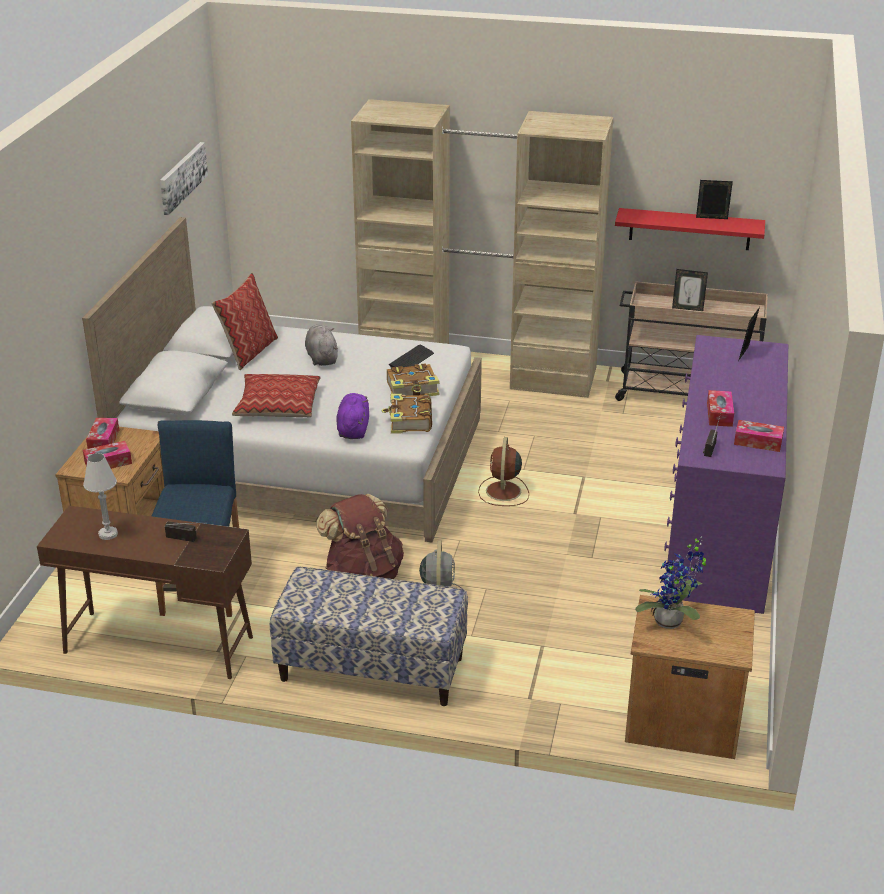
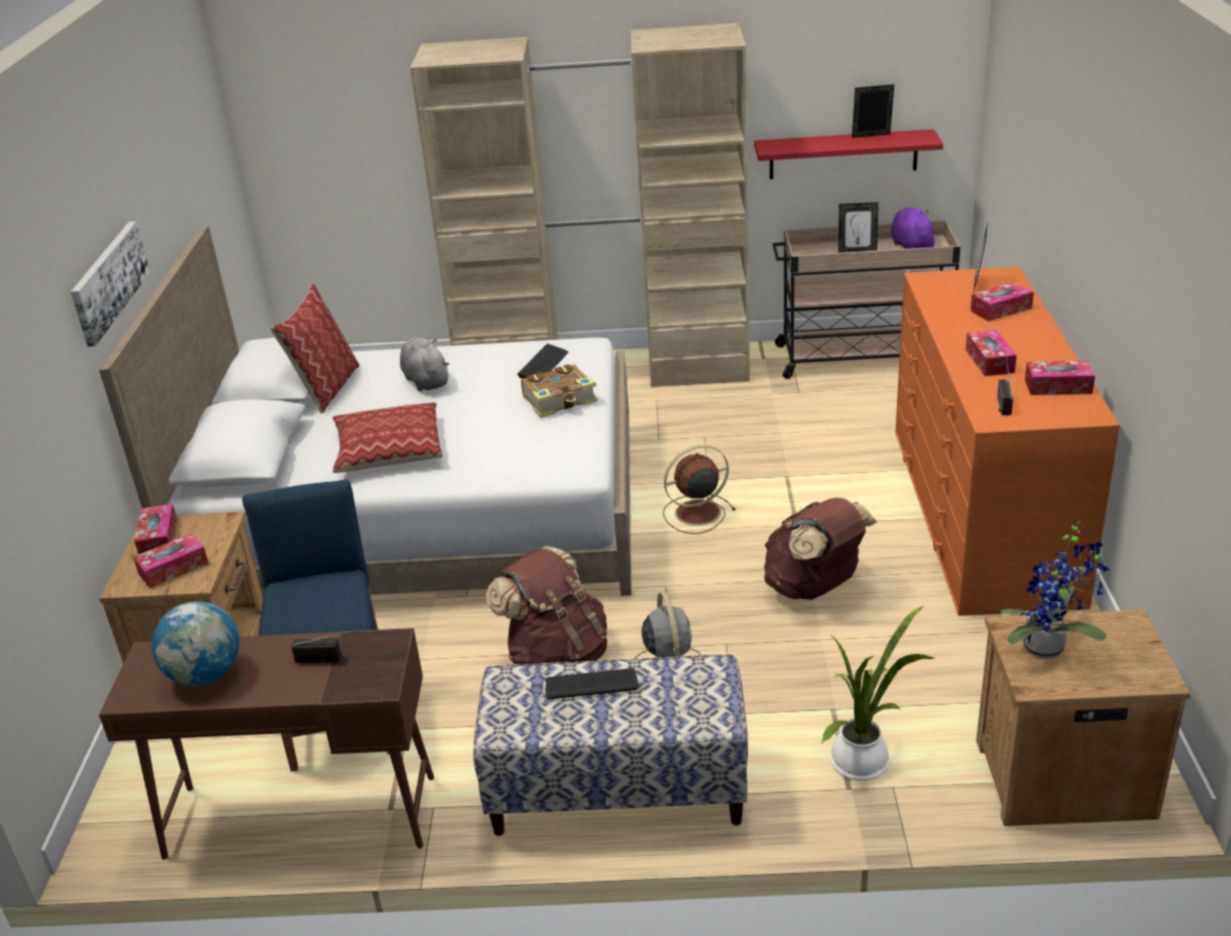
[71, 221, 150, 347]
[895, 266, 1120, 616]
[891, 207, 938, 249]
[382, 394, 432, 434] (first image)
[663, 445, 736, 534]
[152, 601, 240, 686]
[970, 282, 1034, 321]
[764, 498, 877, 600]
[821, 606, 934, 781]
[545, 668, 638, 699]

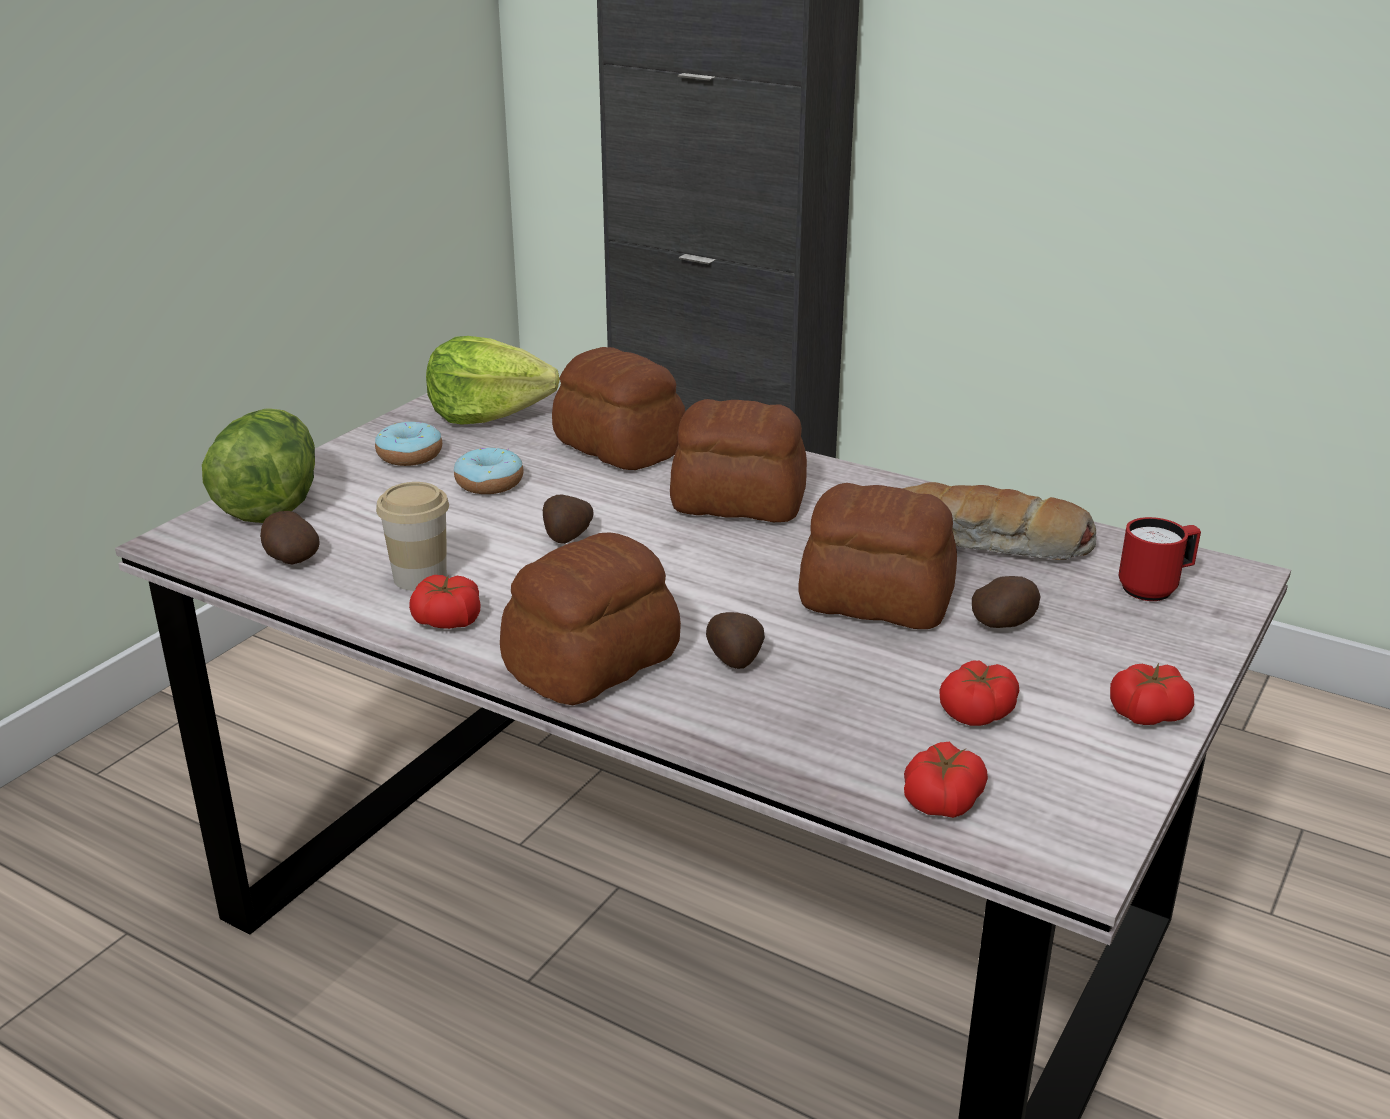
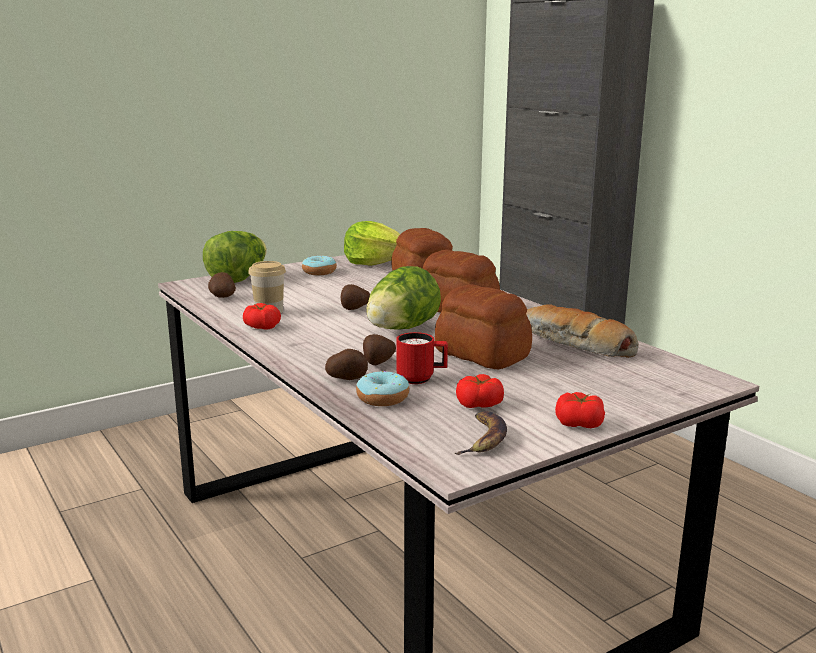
[356, 371, 409, 406]
[396, 332, 448, 384]
[500, 532, 681, 705] (first image)
[325, 349, 368, 380]
[904, 742, 988, 818] (first image)
[366, 266, 441, 330]
[455, 411, 507, 455]

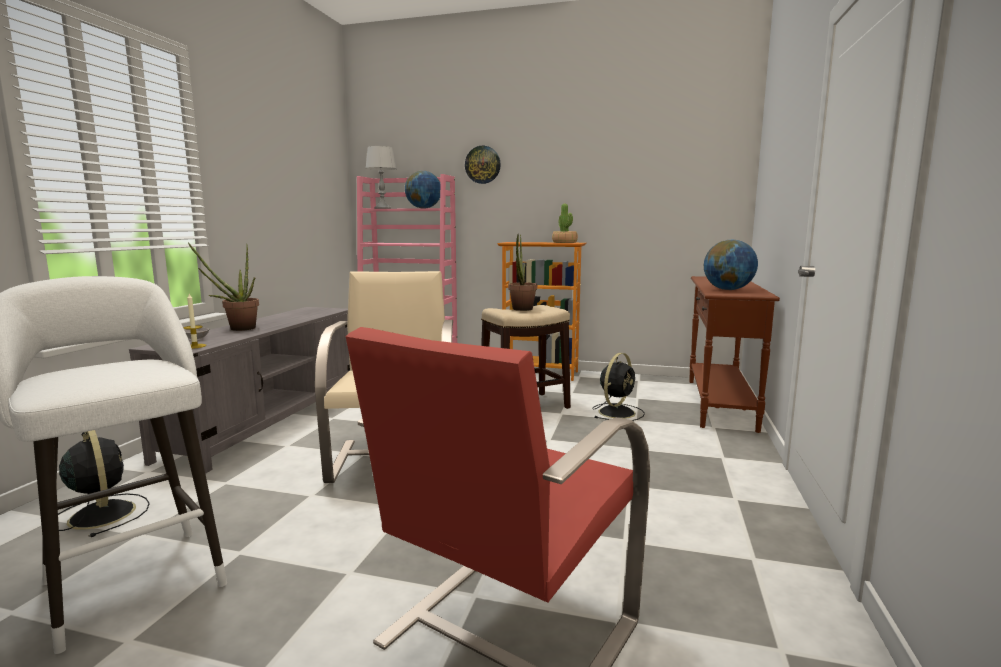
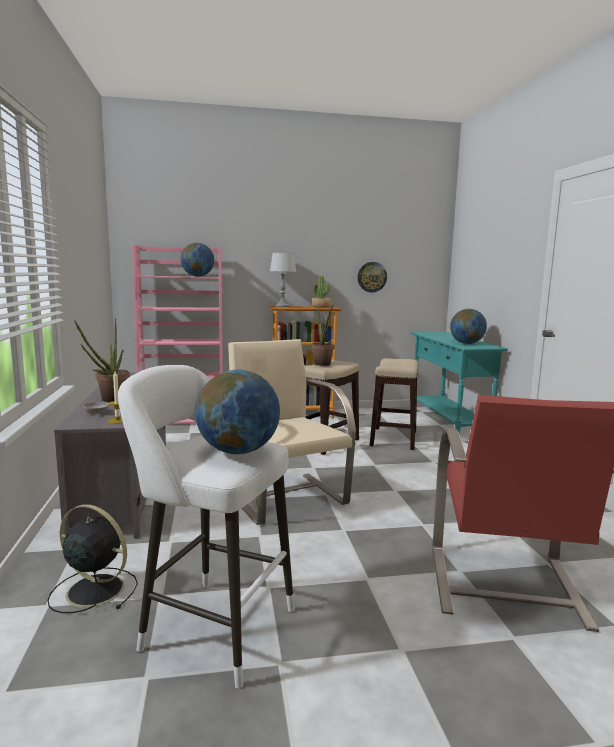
[270, 253, 296, 307]
[358, 262, 387, 292]
[411, 332, 508, 433]
[370, 358, 418, 450]
[195, 370, 280, 454]

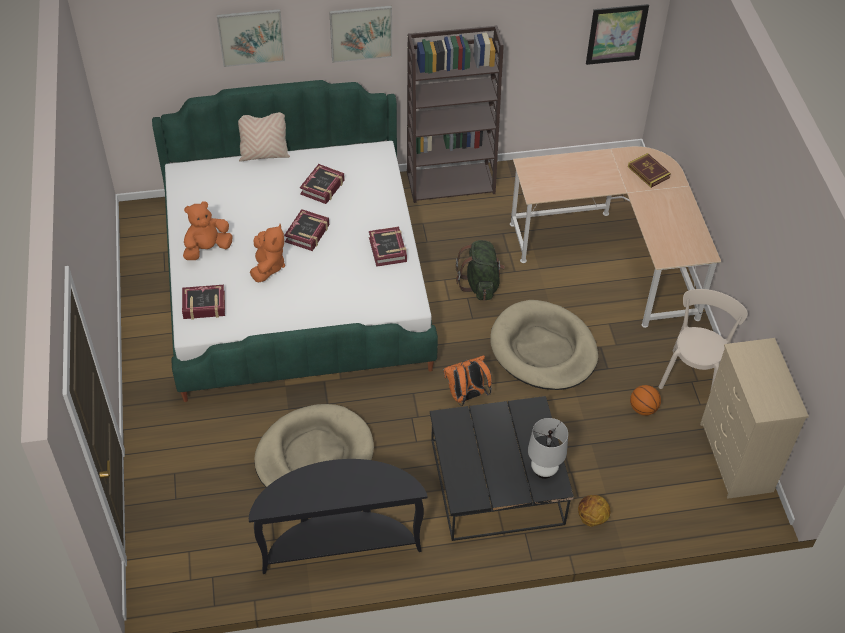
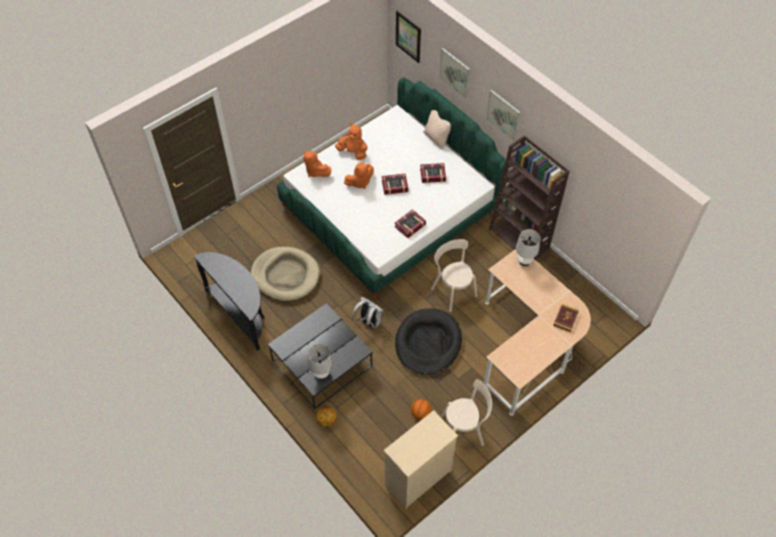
[396, 11, 421, 63]
[431, 239, 478, 312]
[303, 150, 331, 177]
[395, 308, 462, 375]
[352, 296, 384, 330]
[516, 229, 541, 266]

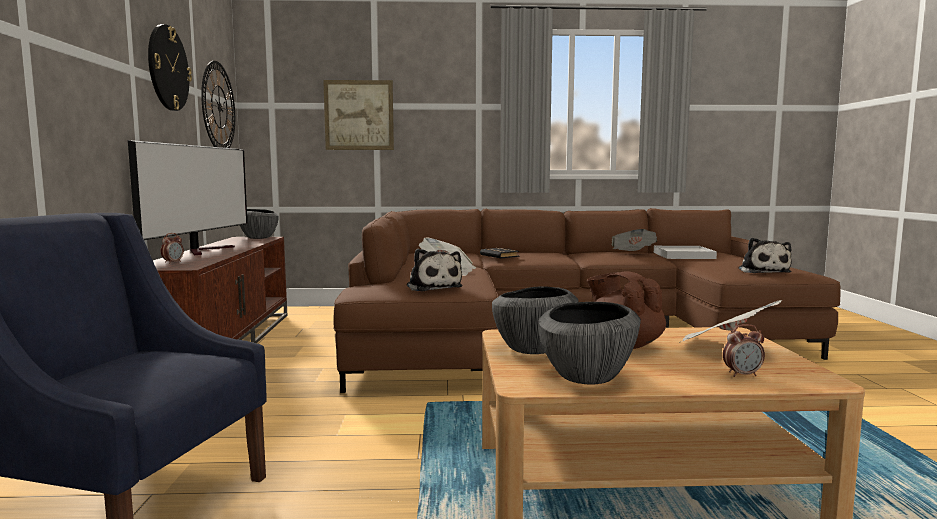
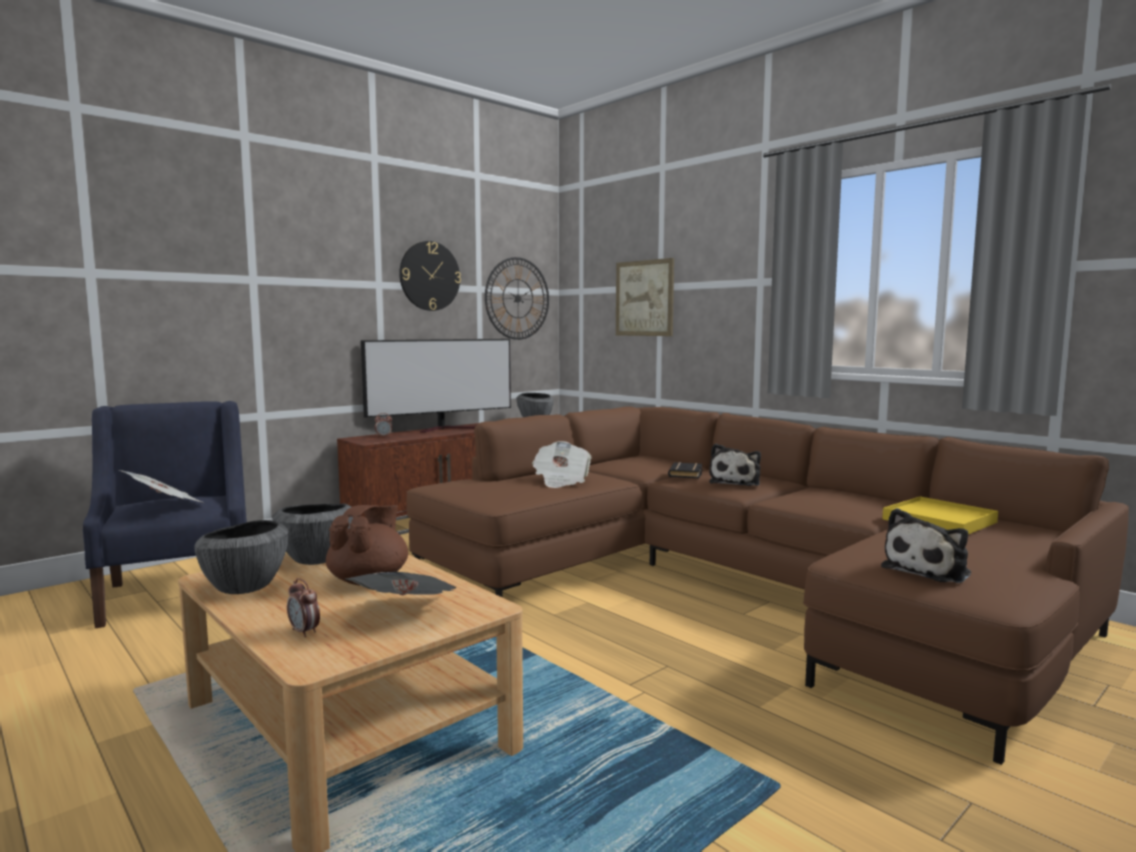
[119, 470, 205, 503]
[882, 496, 998, 534]
[709, 444, 761, 486]

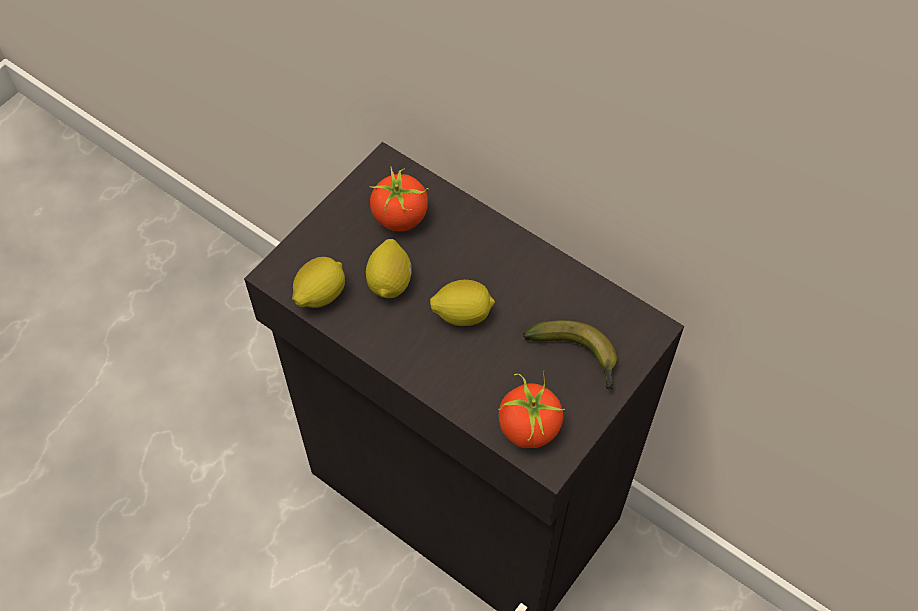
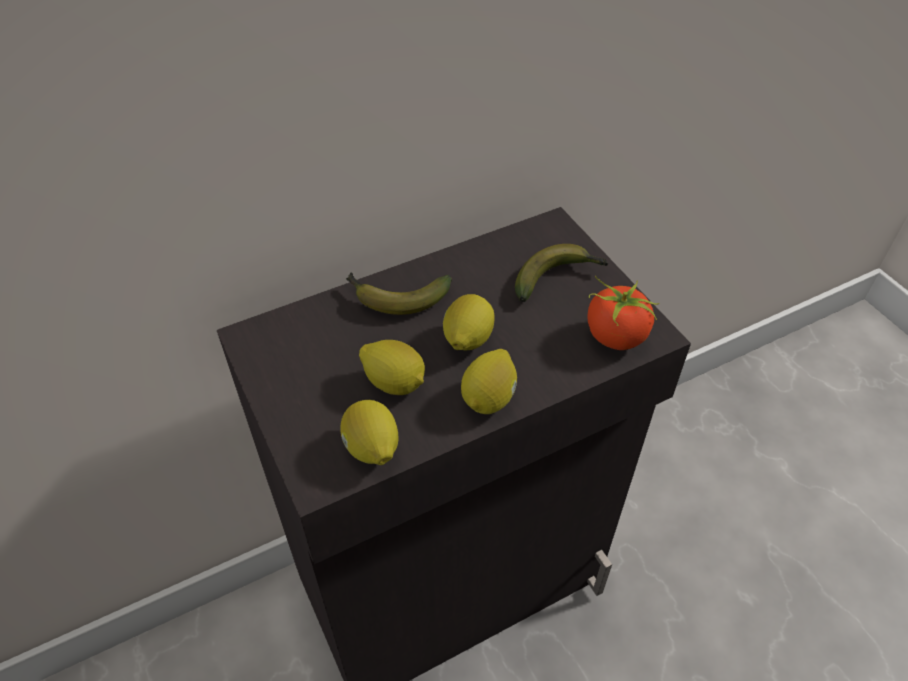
[369, 166, 428, 231] (first image)
[346, 272, 452, 315]
[461, 349, 517, 414]

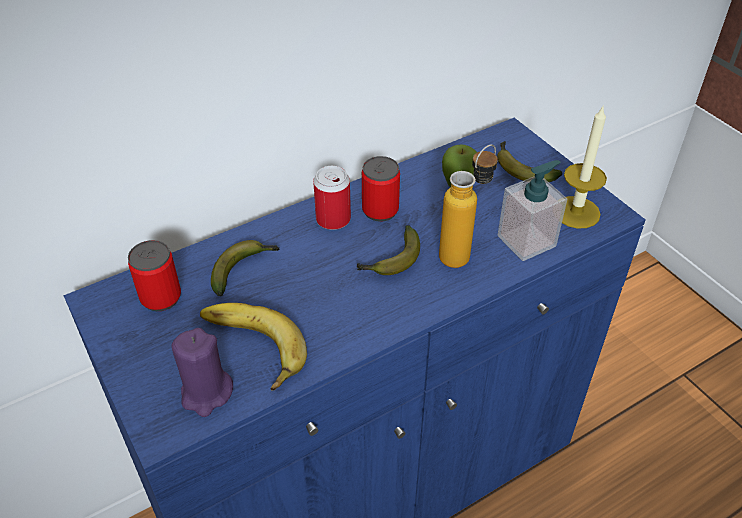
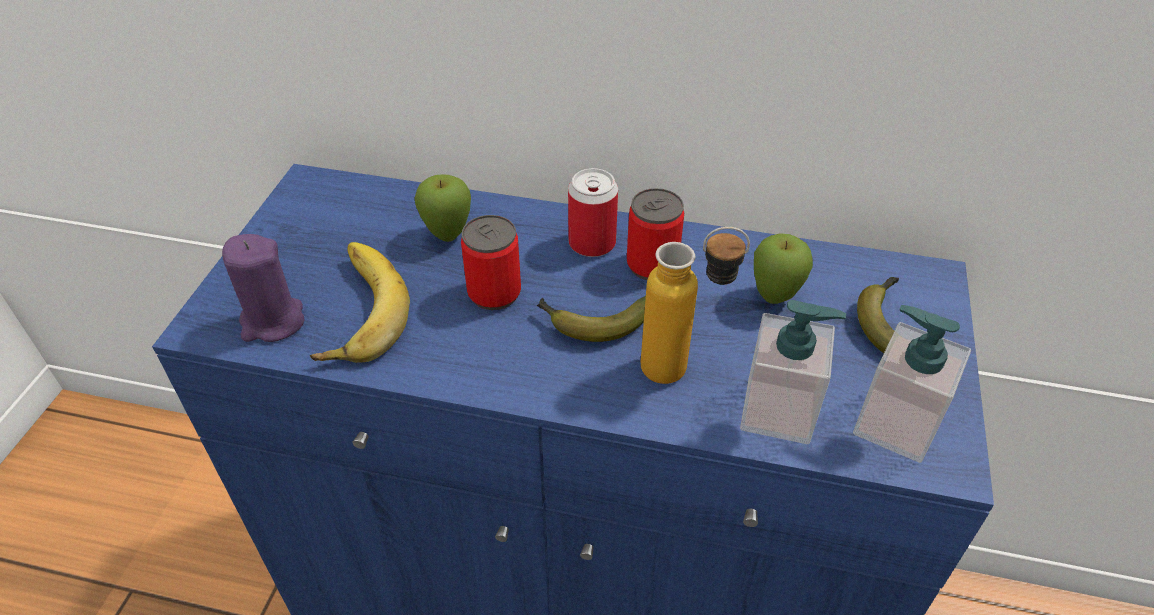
[853, 305, 971, 463]
[461, 215, 521, 310]
[414, 174, 471, 242]

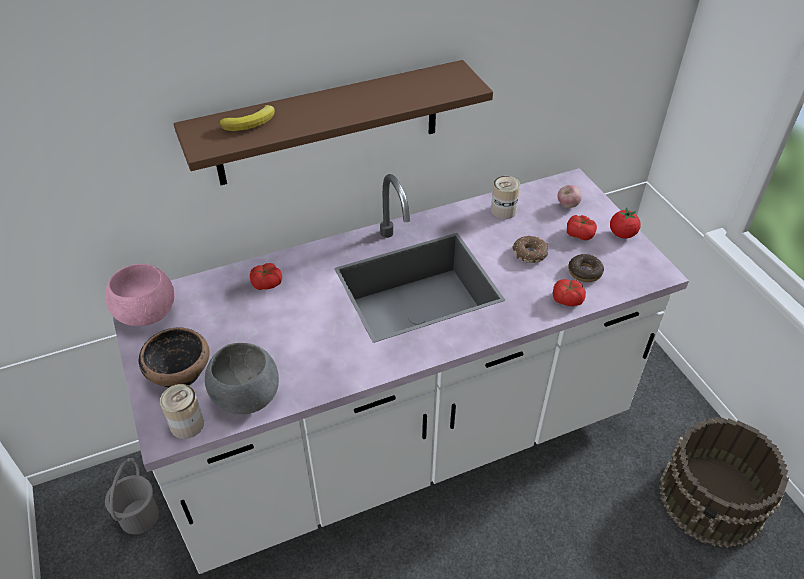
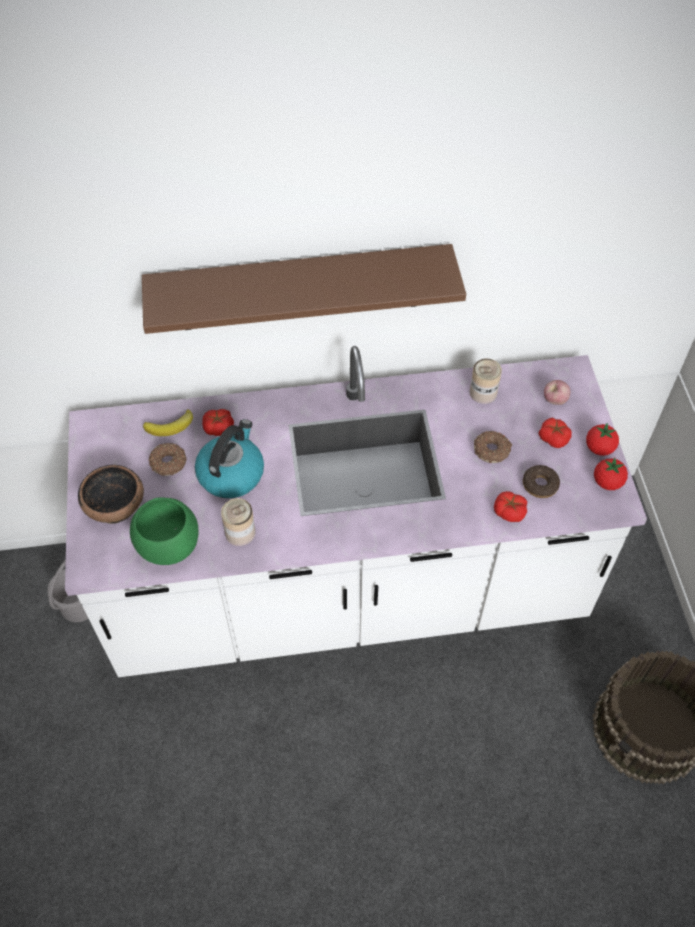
[143, 409, 193, 436]
[105, 264, 175, 326] (first image)
[130, 497, 198, 565]
[221, 498, 256, 546]
[195, 419, 264, 498]
[149, 443, 186, 476]
[594, 458, 628, 490]

